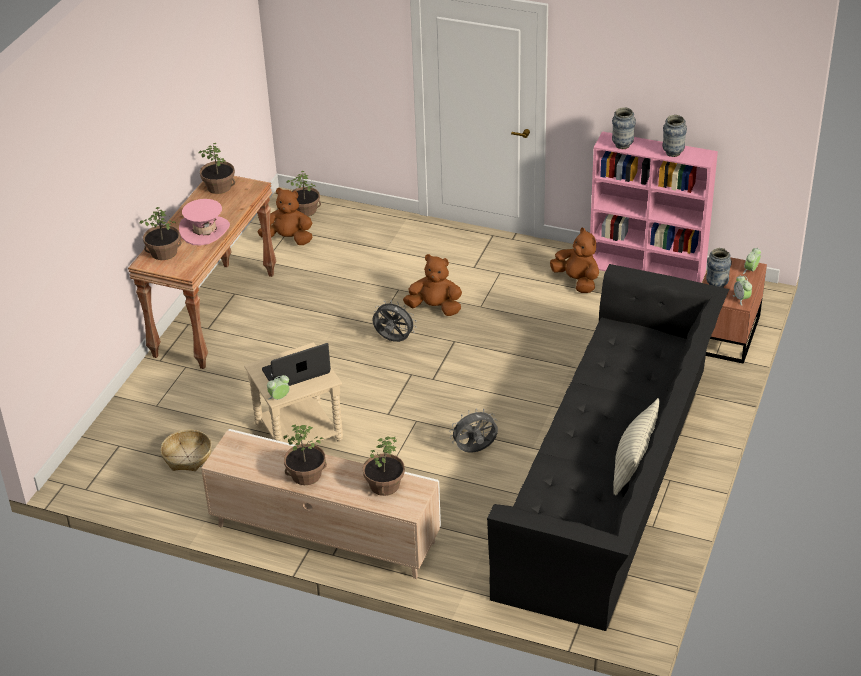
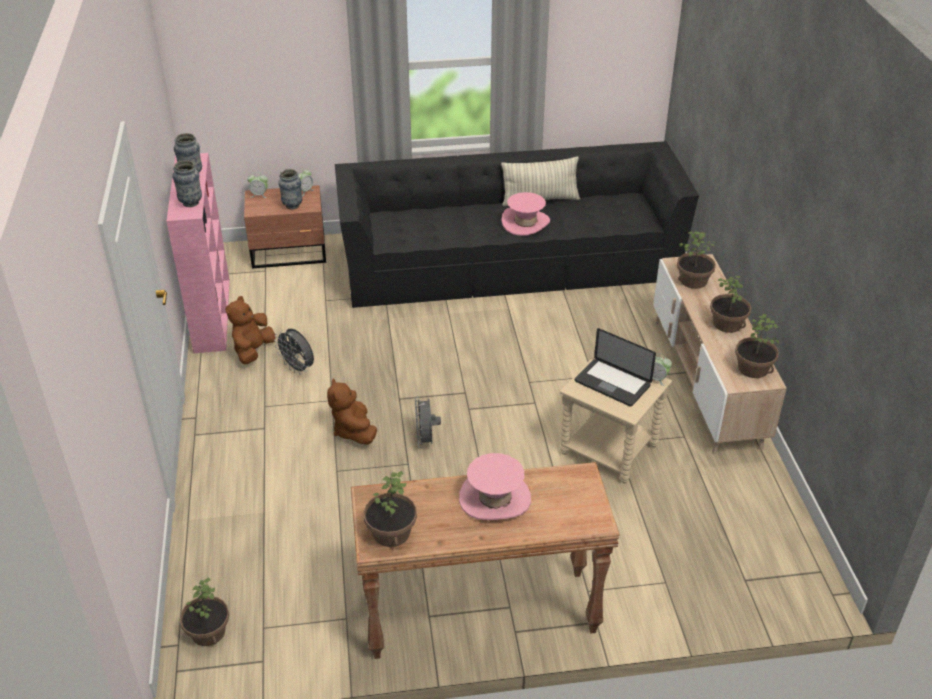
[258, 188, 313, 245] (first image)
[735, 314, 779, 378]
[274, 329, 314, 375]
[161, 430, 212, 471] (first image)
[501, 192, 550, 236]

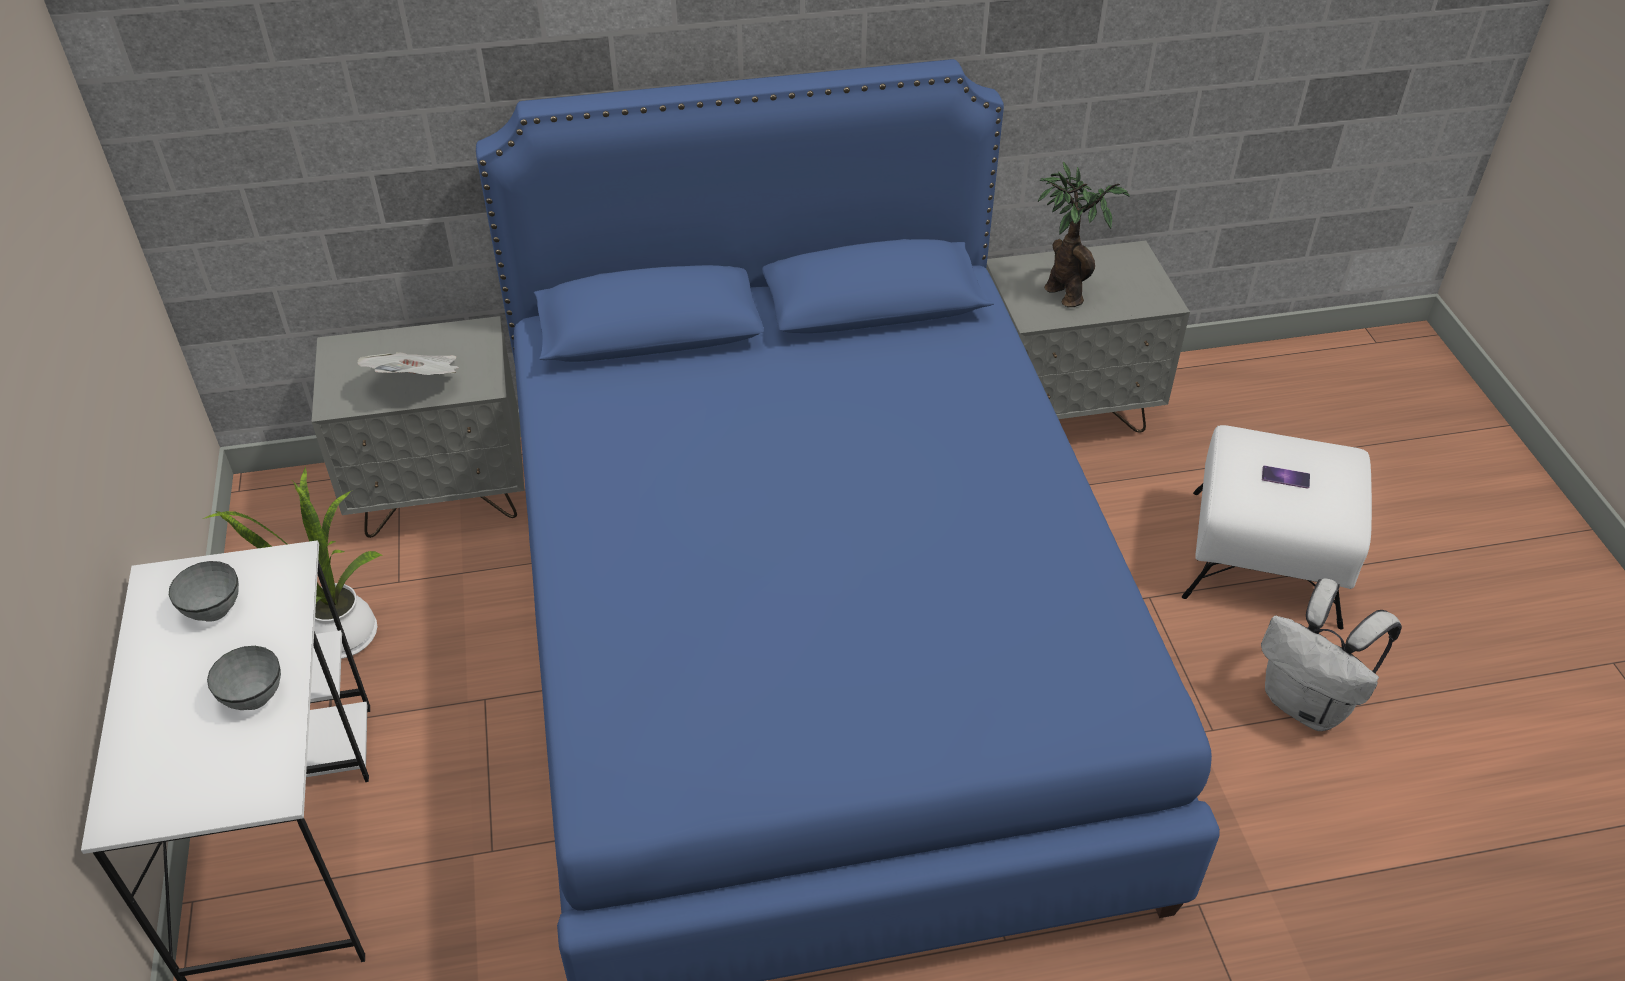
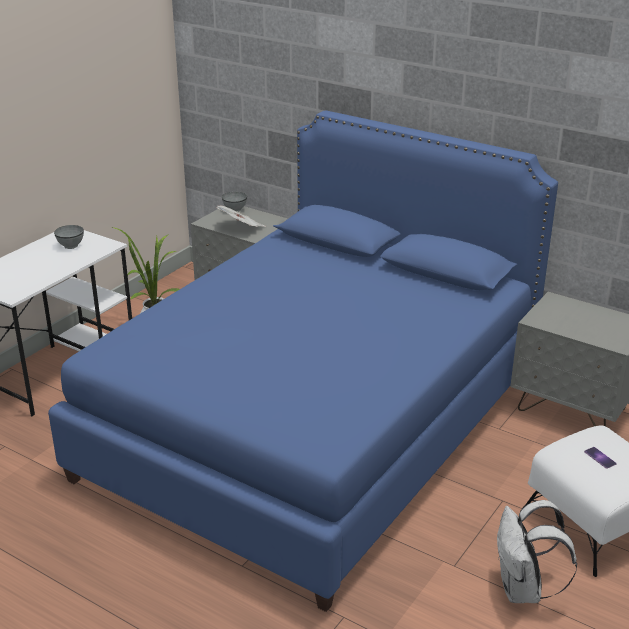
[1038, 162, 1130, 307] (first image)
[222, 192, 247, 212]

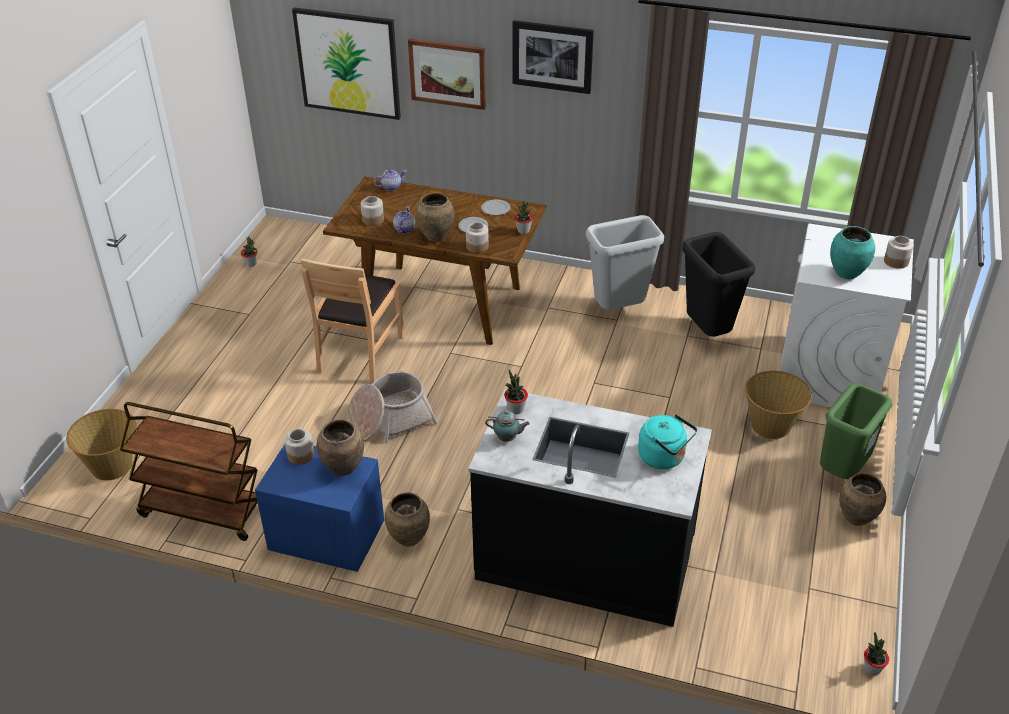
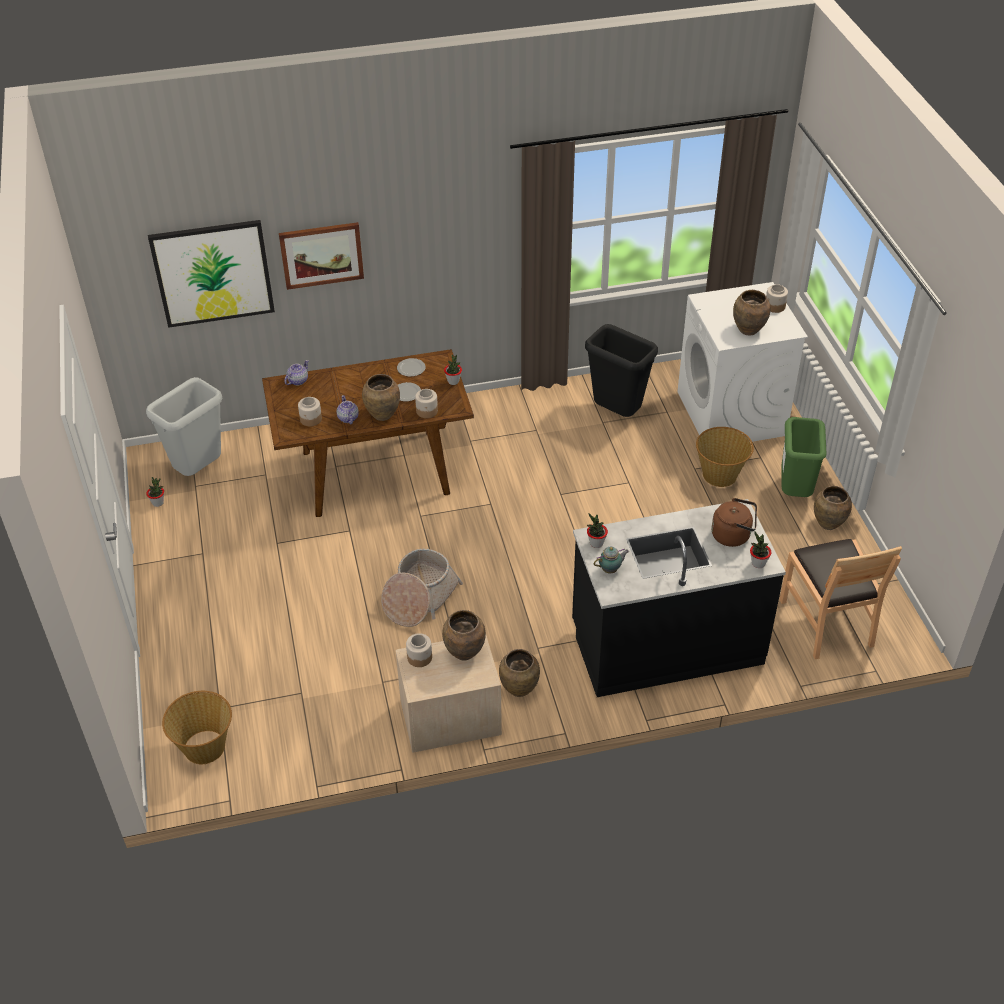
[512, 20, 594, 94] (first image)
[146, 377, 222, 476]
[733, 290, 770, 335]
[779, 539, 902, 659]
[119, 402, 258, 541] (first image)
[711, 498, 757, 547]
[396, 636, 502, 753]
[750, 532, 771, 568]

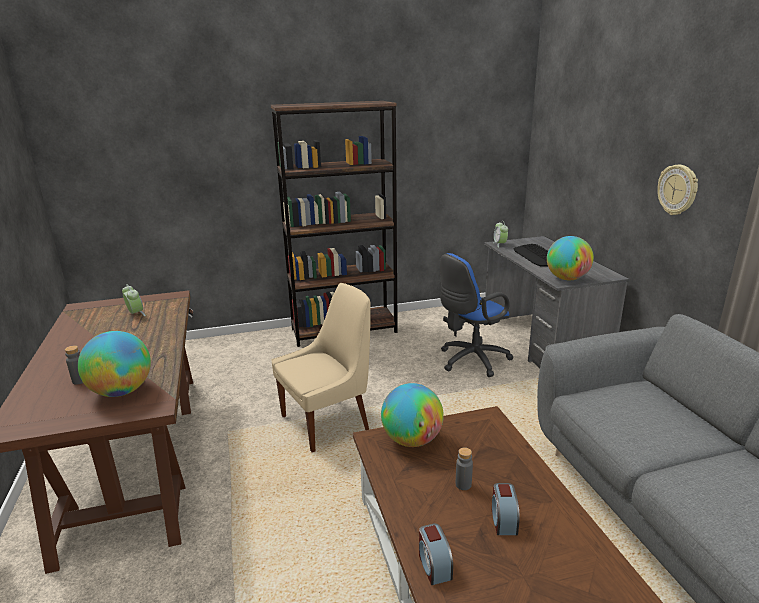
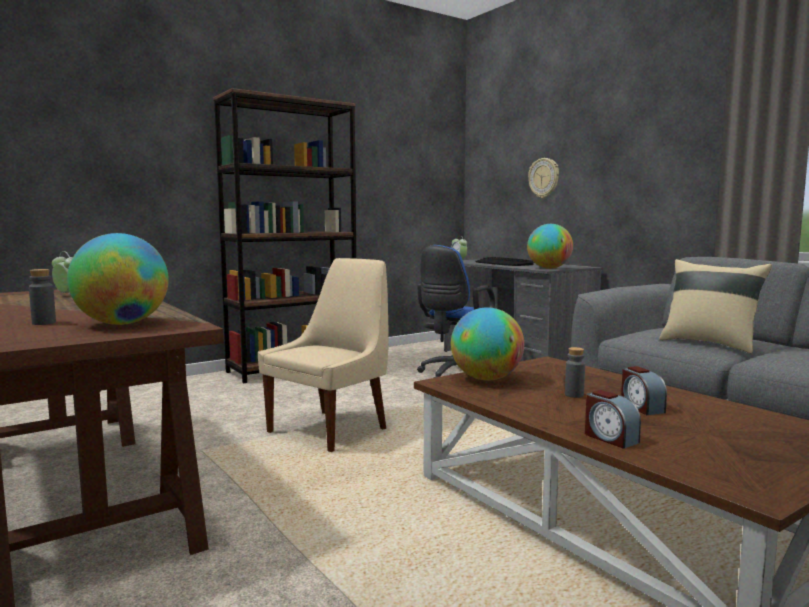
[528, 158, 559, 198]
[659, 259, 772, 353]

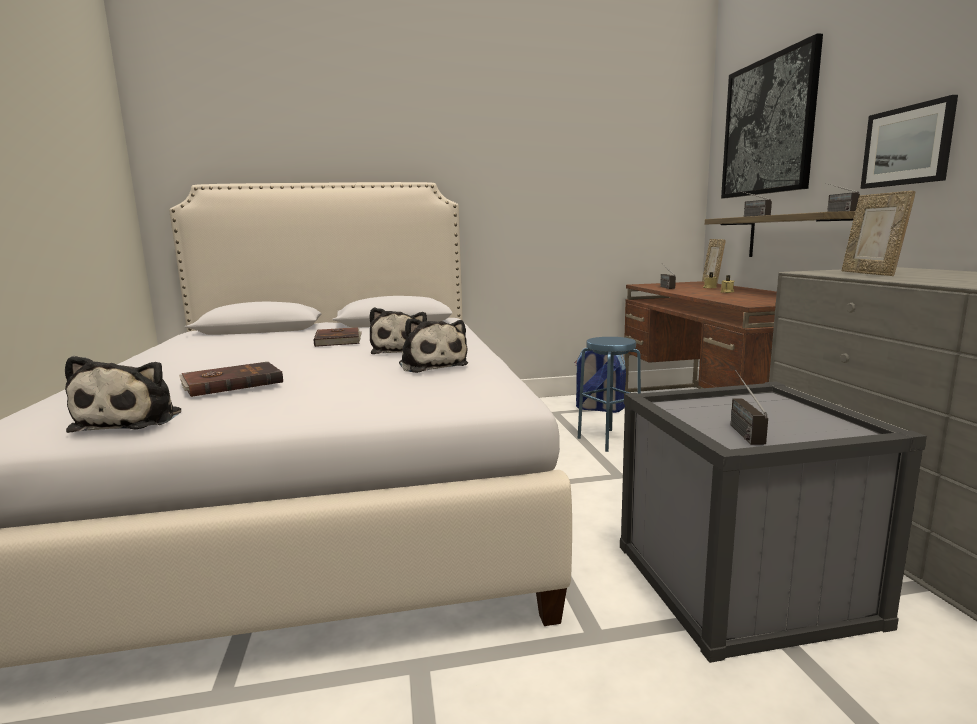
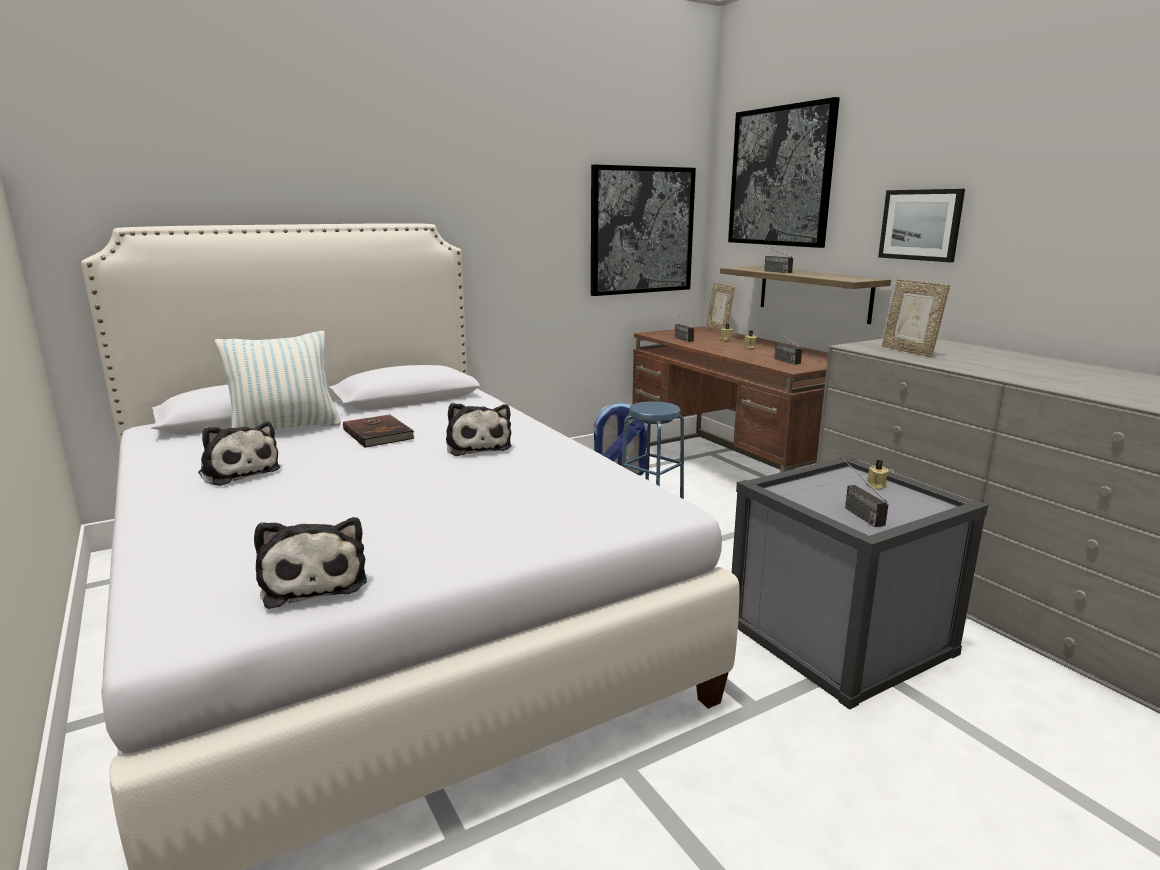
[771, 328, 802, 365]
[198, 421, 280, 486]
[179, 362, 283, 397] (first image)
[591, 164, 696, 296]
[215, 331, 341, 430]
[866, 460, 889, 490]

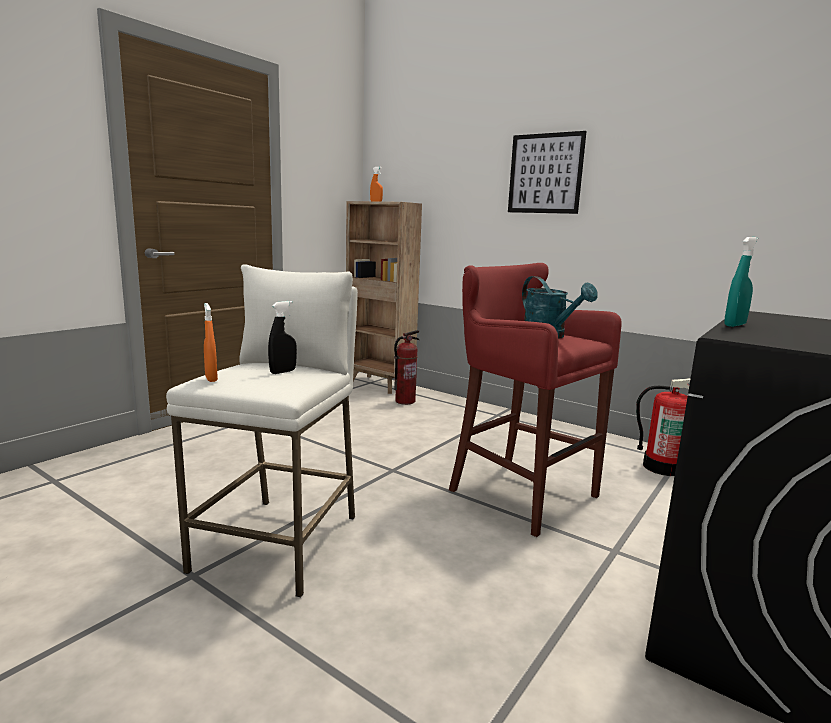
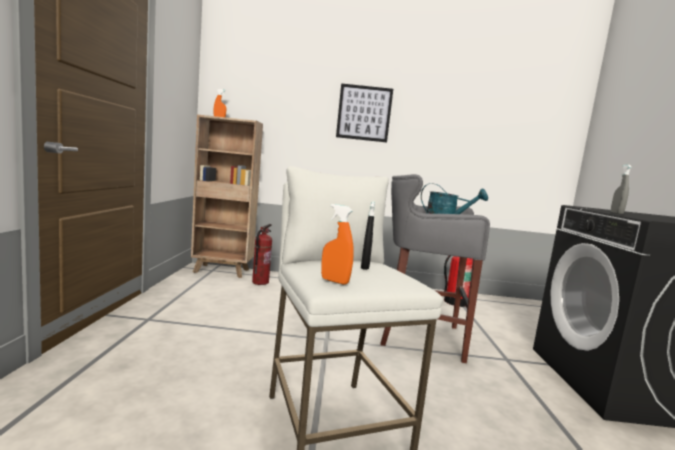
[611, 165, 631, 214]
[380, 174, 490, 363]

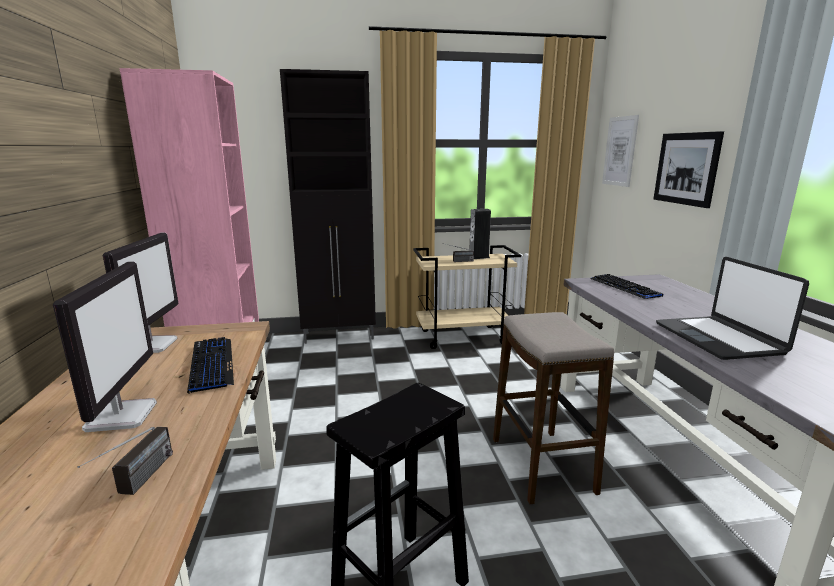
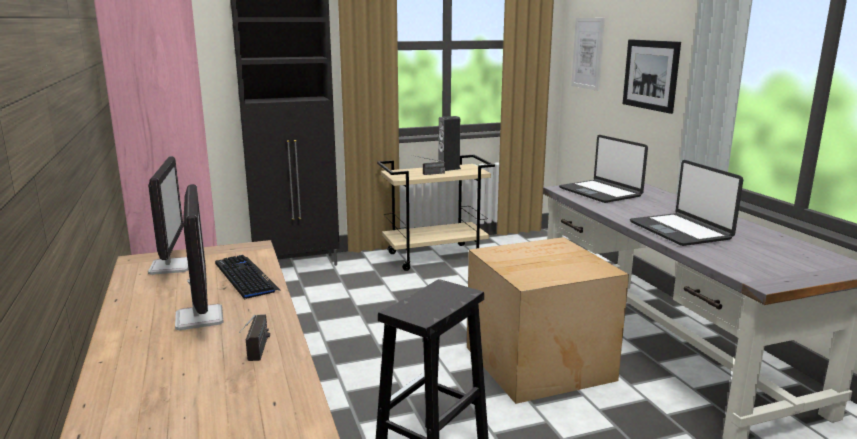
[559, 135, 648, 203]
[467, 237, 629, 404]

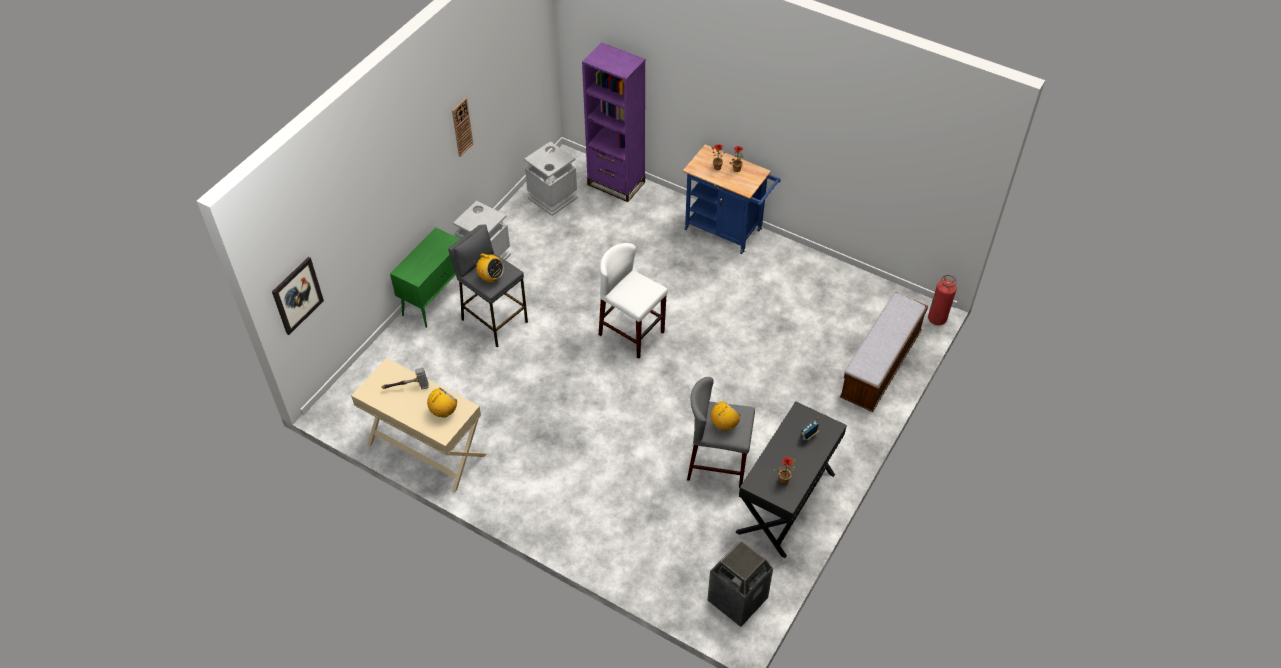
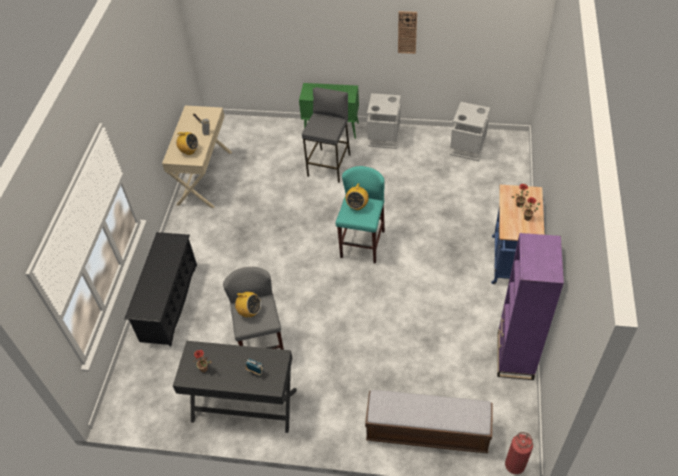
[497, 233, 564, 380]
[335, 166, 385, 264]
[346, 184, 369, 210]
[272, 257, 324, 335] (first image)
[708, 540, 773, 627] (first image)
[124, 232, 197, 346]

